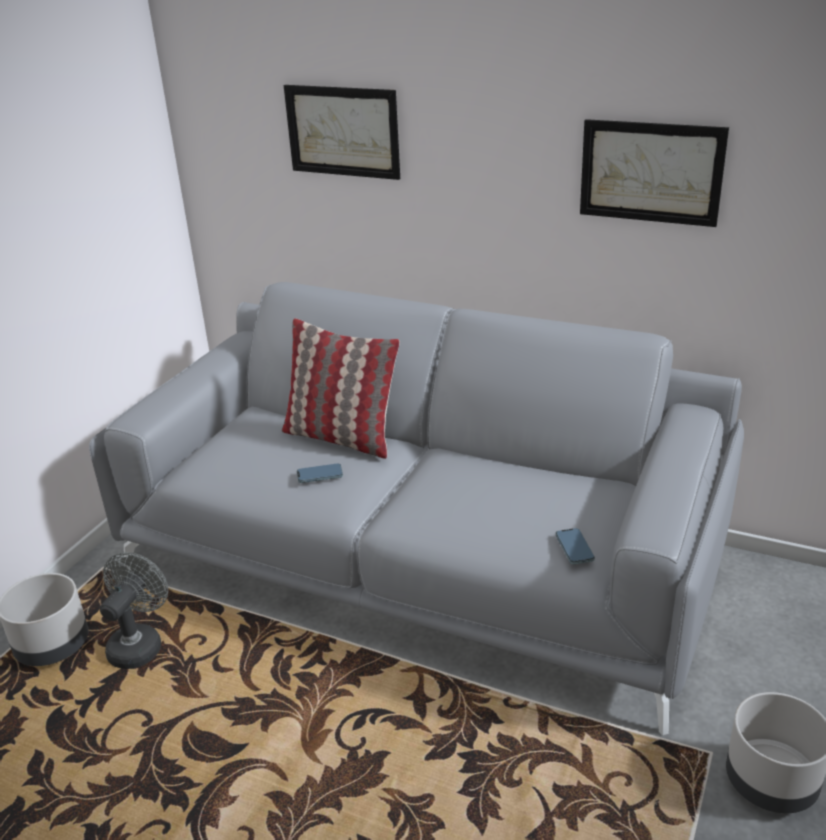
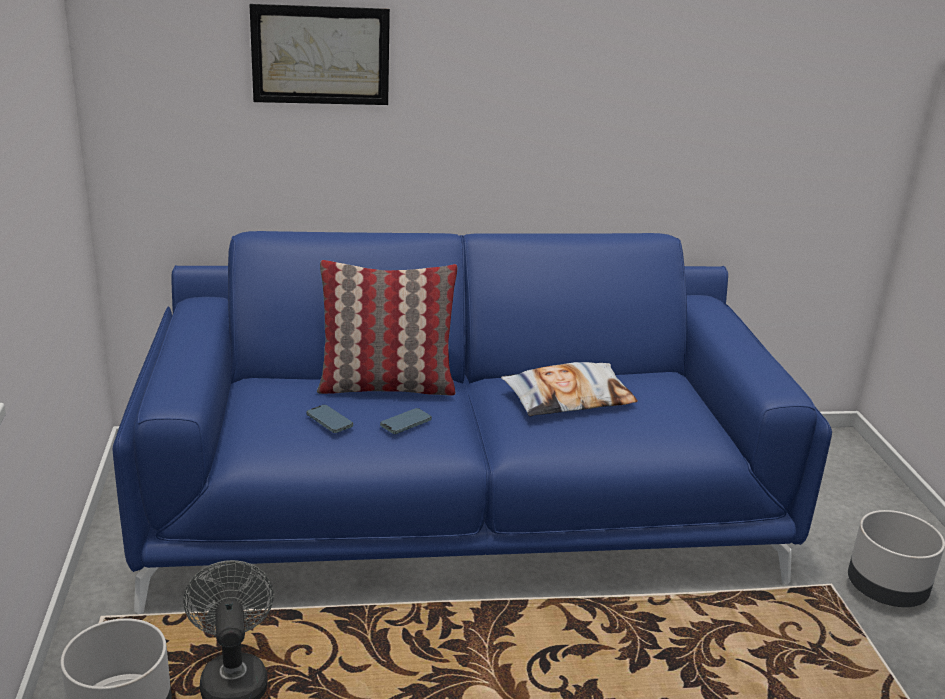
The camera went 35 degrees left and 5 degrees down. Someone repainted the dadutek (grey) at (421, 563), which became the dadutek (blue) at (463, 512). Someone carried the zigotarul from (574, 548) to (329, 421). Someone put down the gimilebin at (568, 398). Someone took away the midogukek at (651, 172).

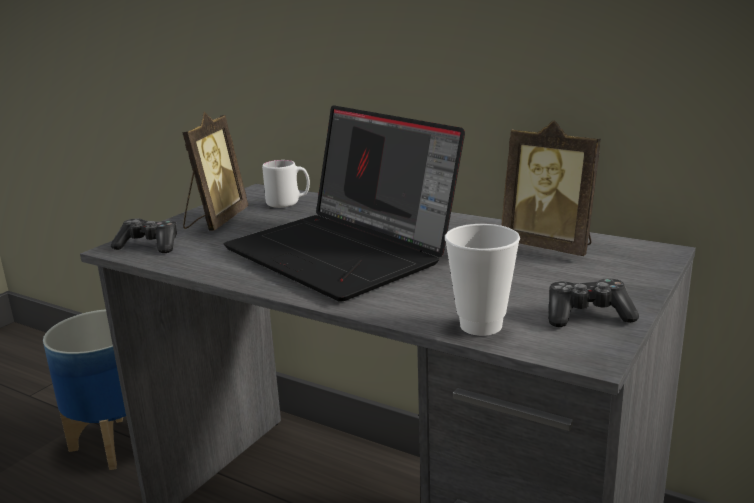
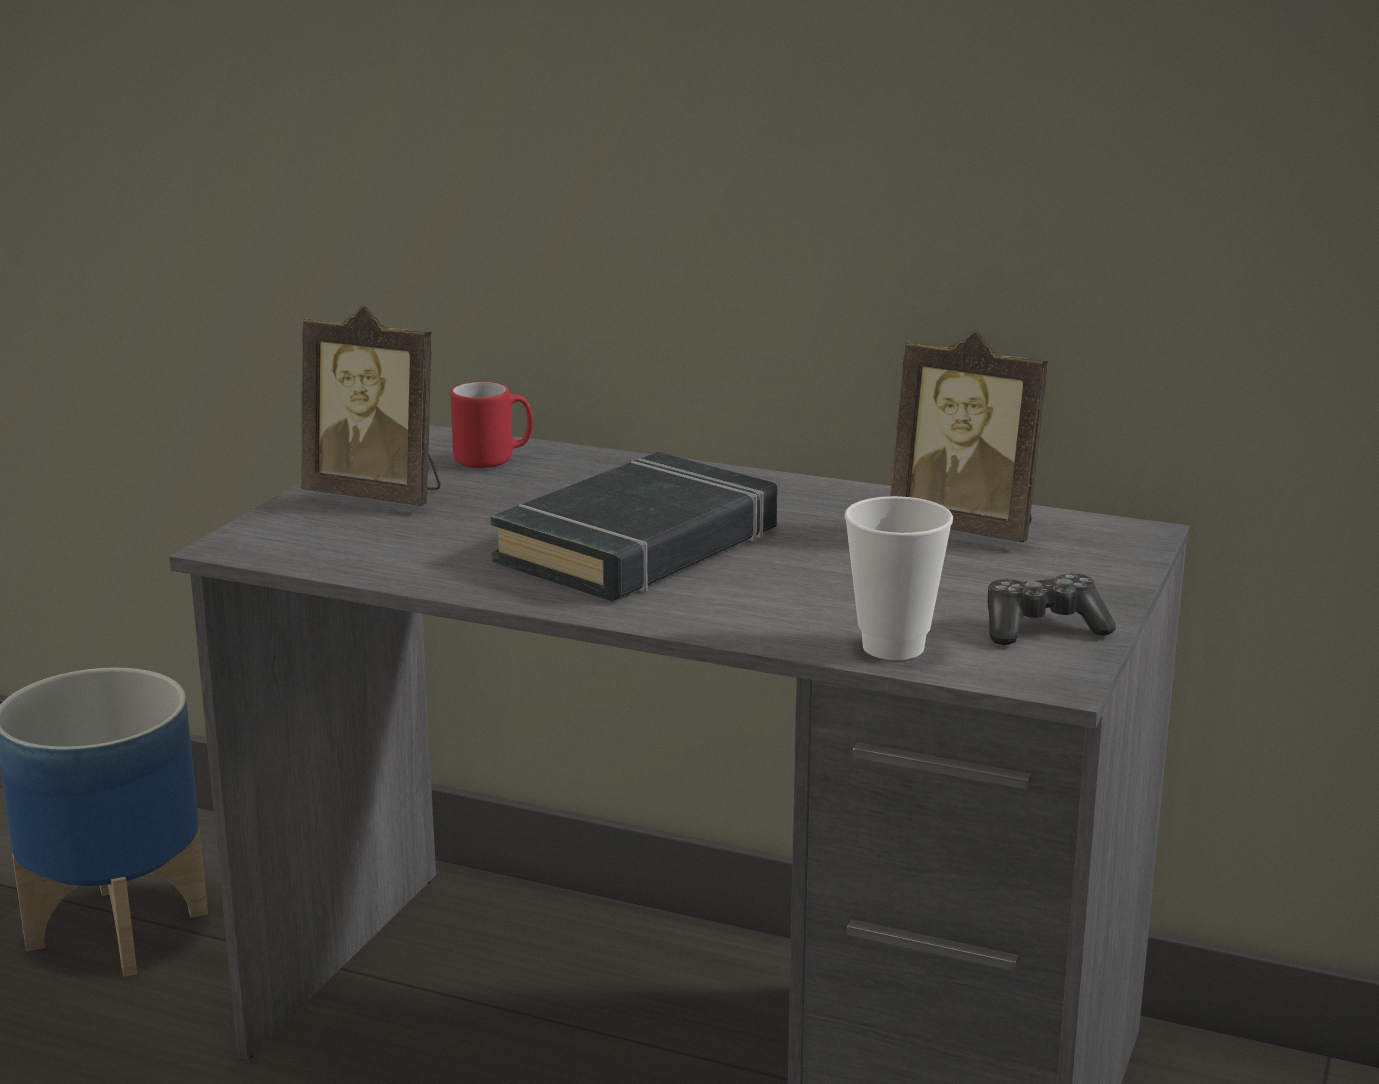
The camera went 10 degrees left and 0 degrees up. Someone rotated the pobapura at (215, 221) by 105 degrees clockwise. Someone repainted the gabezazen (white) at (288, 203), which became the gabezazen (red) at (494, 460). Someone swapped the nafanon at (345, 253) for the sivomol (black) at (639, 546). Someone took away the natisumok at (149, 245).

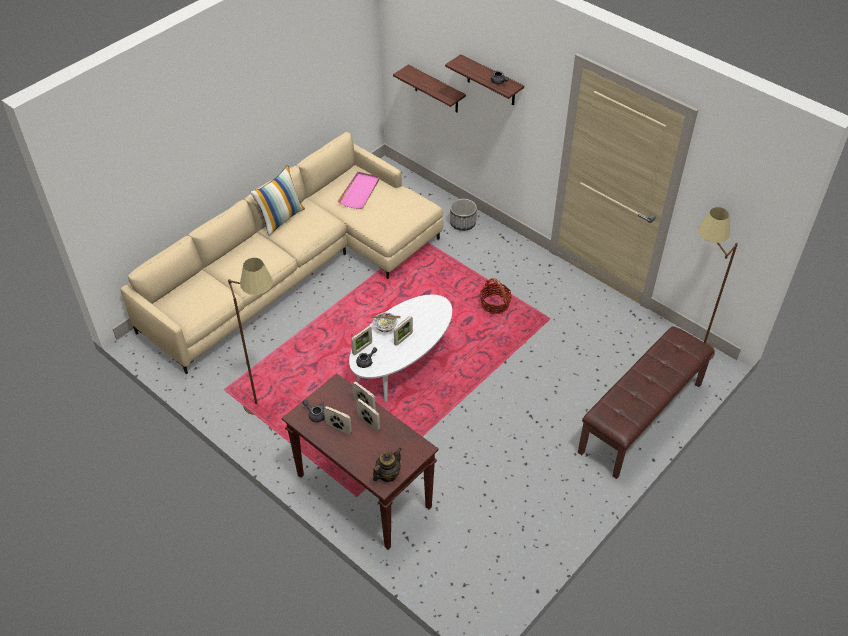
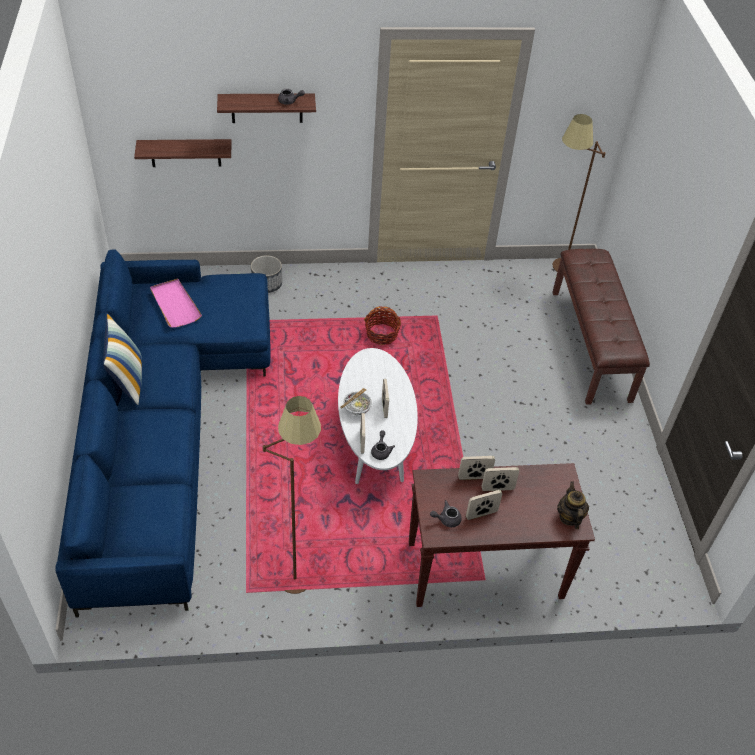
The camera went 50 degrees left and 0 degrees up. Someone repainted the dadutek (beige) at (296, 268), which became the dadutek (blue) at (164, 427).

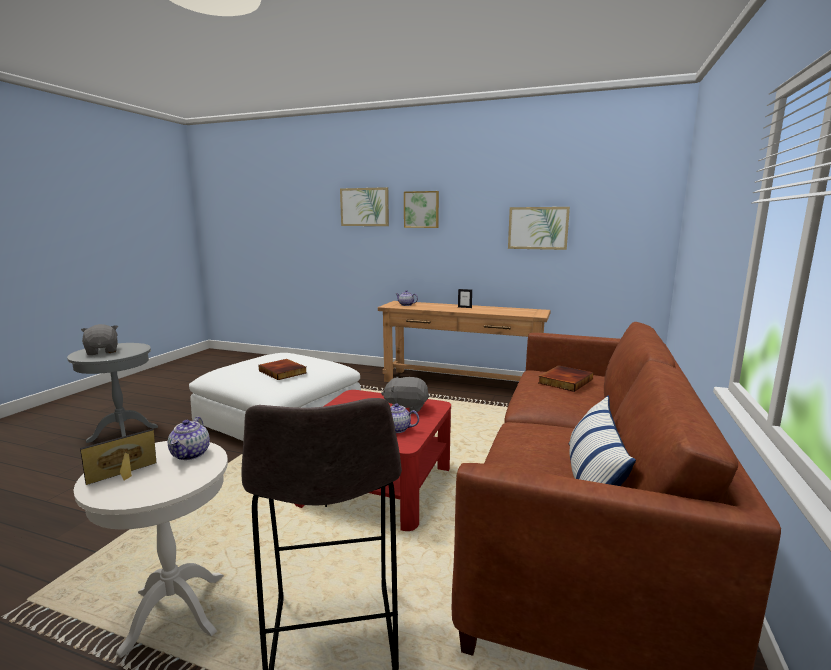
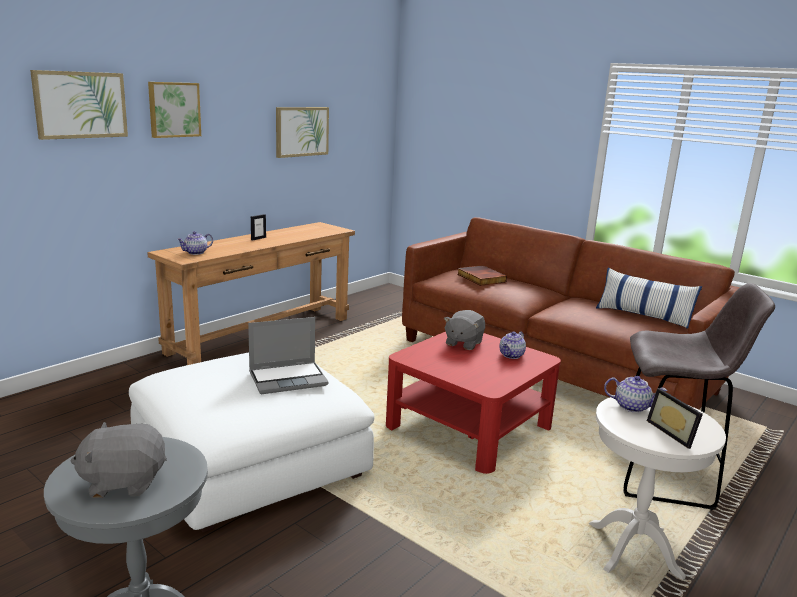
The camera went 70 degrees left and 5 degrees up. Someone swapped the sivomol at (283, 372) for the nafanon at (289, 378).

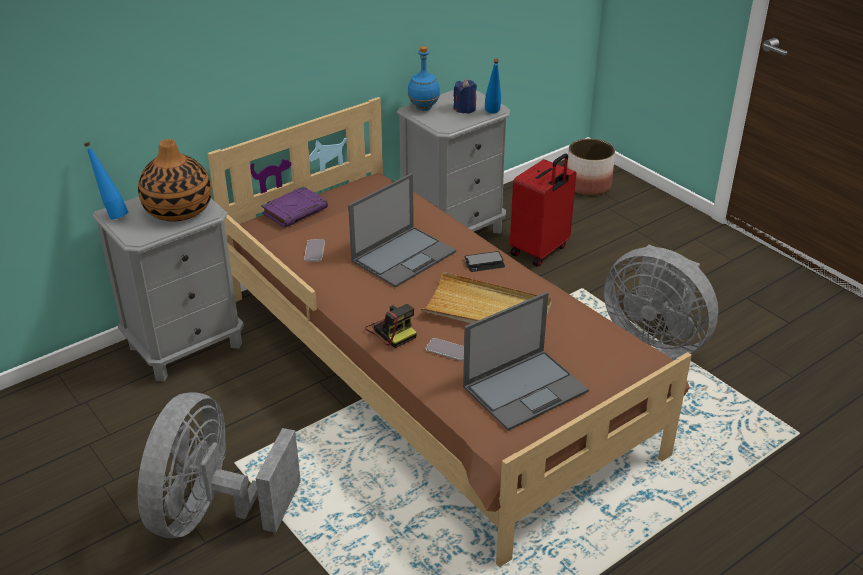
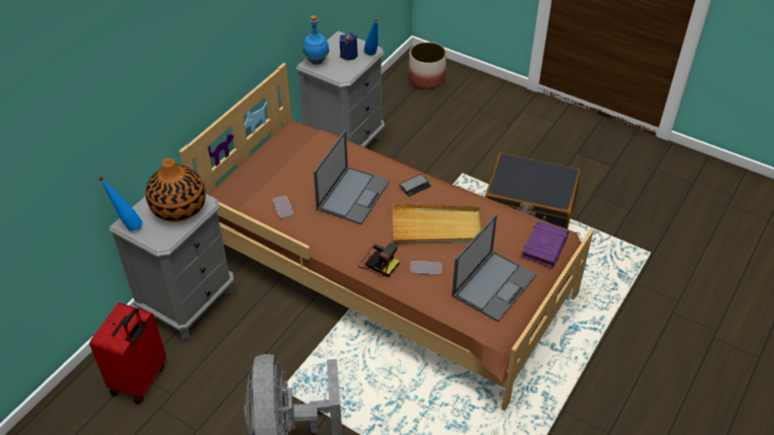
The camera went 20 degrees left and 10 degrees up. Someone carried the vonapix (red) from (540, 251) to (140, 379). Someone swapped the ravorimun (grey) at (655, 339) for the vonapix (black) at (530, 203). Someone carried the sivomol (purple) from (295, 211) to (544, 246).

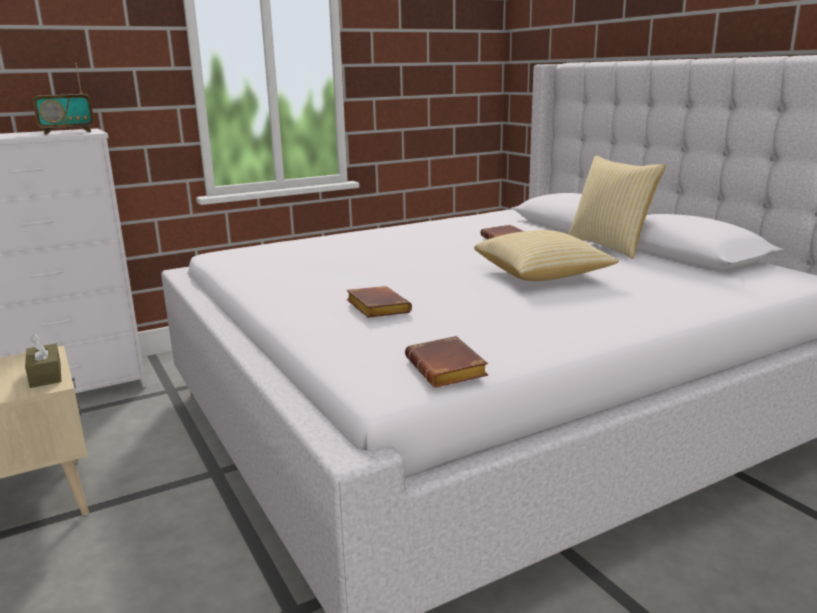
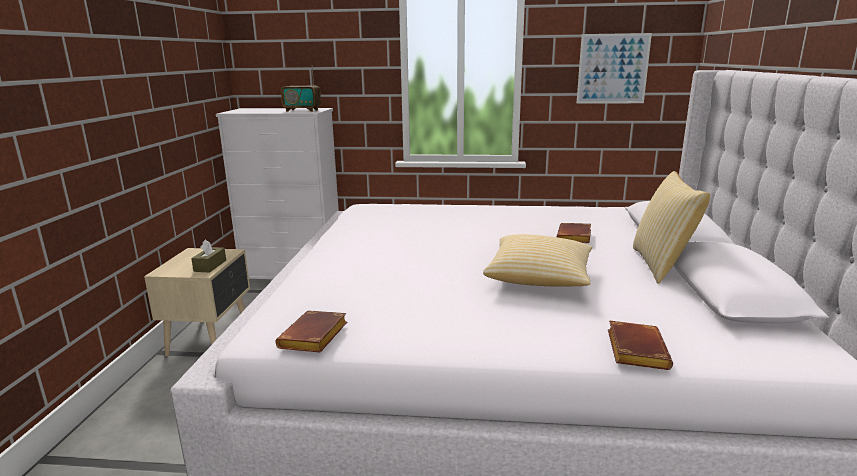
The camera went 35 degrees right and 0 degrees up. Someone put up the midogukek at (613, 69). Someone carried the sivomol (brown) from (375, 308) to (634, 350).

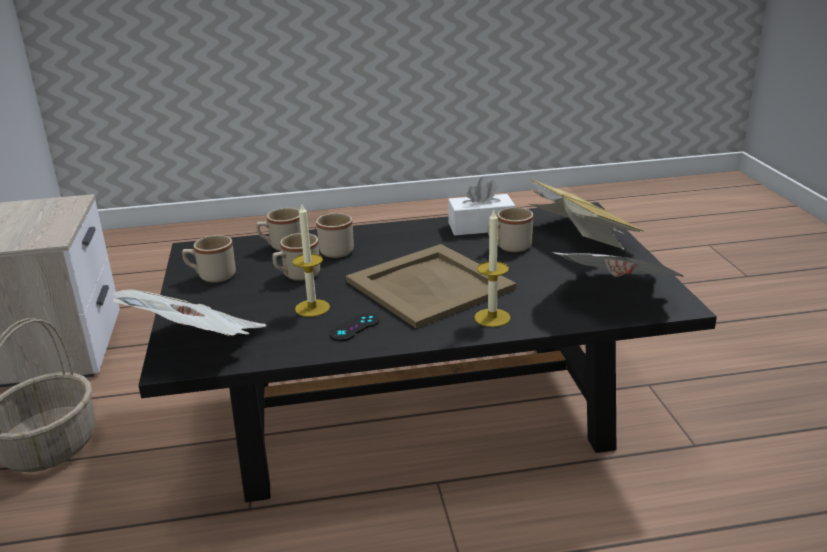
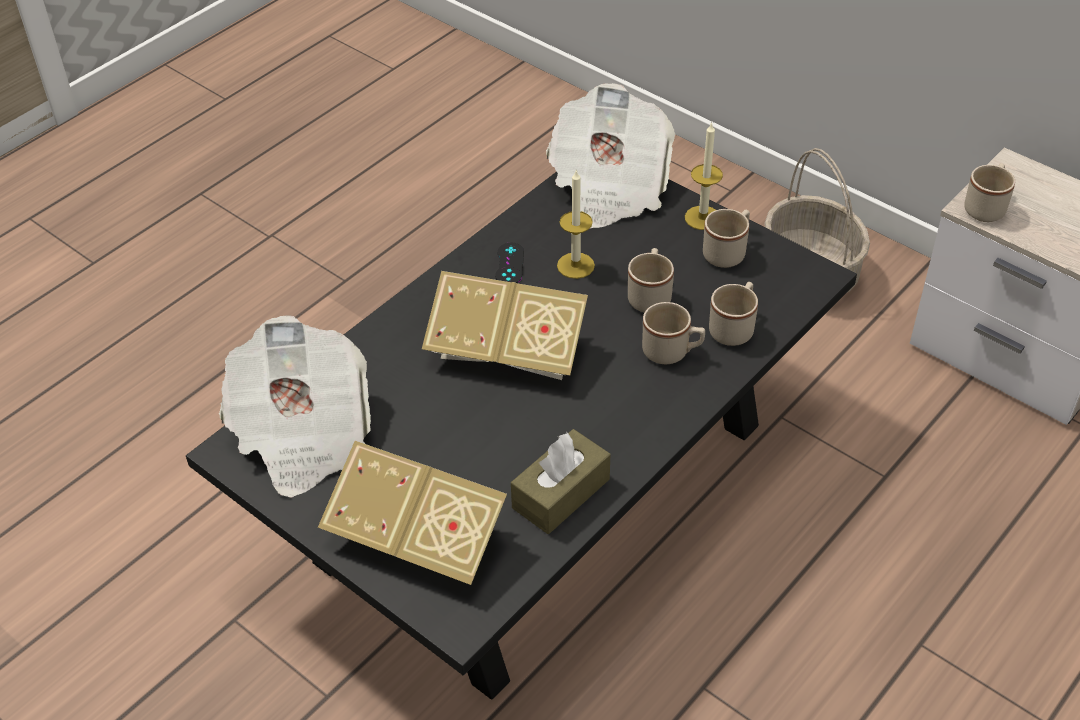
The camera went 140 degrees right and 20 degrees up. Someone swapped the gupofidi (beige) at (428, 285) for the sivomol at (507, 350). Someone repainted the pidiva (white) at (481, 226), which became the pidiva (brown) at (561, 493). Someone carried the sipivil from (492, 318) to (702, 218). Someone carried the gabezazen (beige) from (509, 247) to (986, 207).

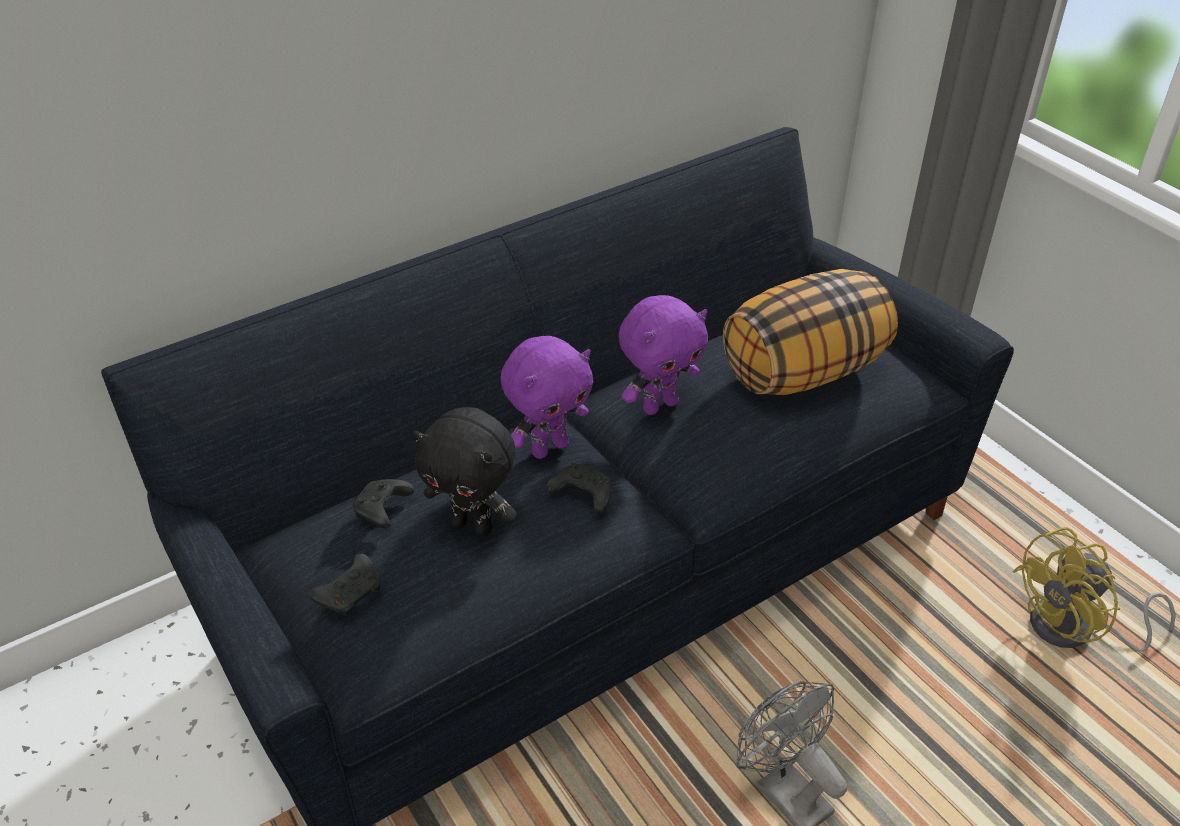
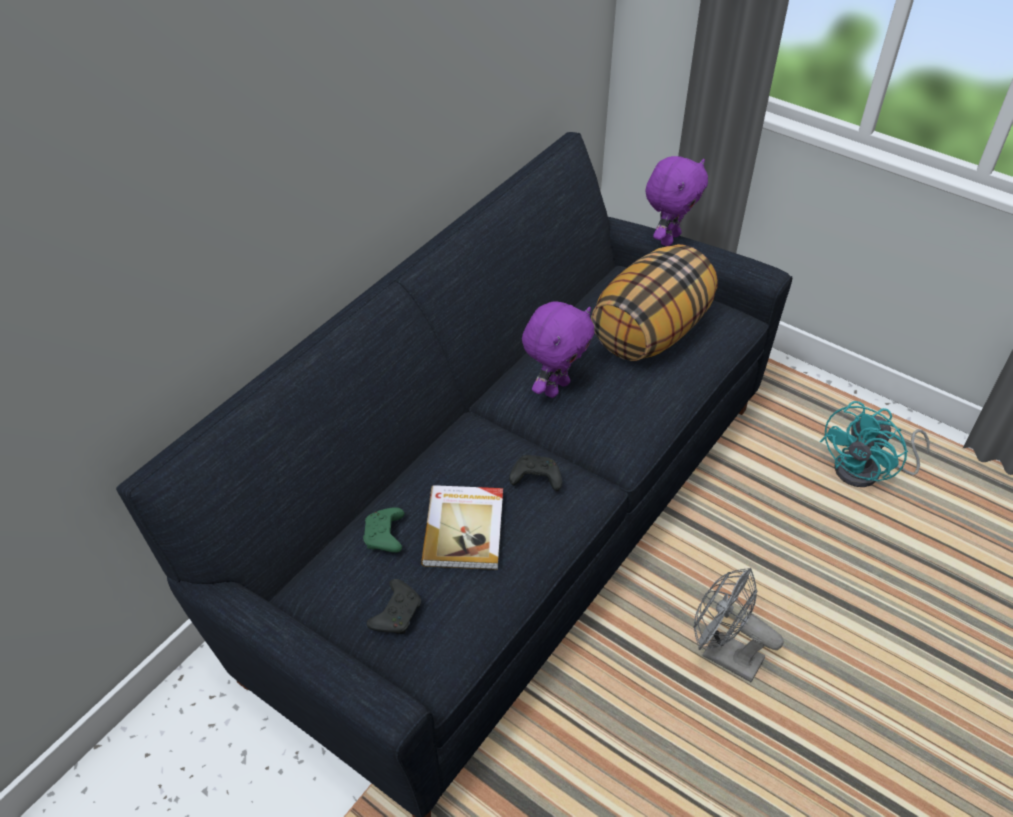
The camera went 20 degrees left and 5 degrees up. Someone repainted the natisumok (black) at (382, 510), which became the natisumok (green) at (385, 537). Someone swapped the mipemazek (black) at (473, 526) for the sivomol at (465, 529). Someone carried the mipemazek (purple) from (549, 447) to (668, 238). Someone repainted the ravorimun (yellow) at (1074, 630), which became the ravorimun (turquoise) at (867, 472).

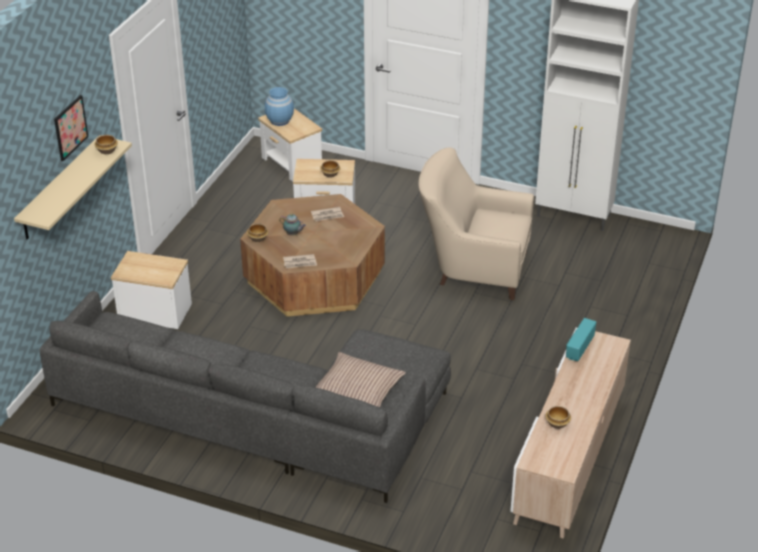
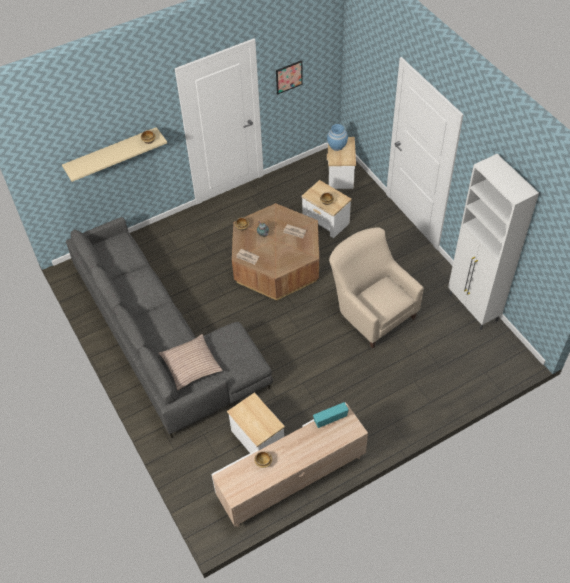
The camera went 40 degrees right and 15 degrees up. Someone carried the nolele from (155, 312) to (258, 438). Someone carried the midogukek from (70, 127) to (289, 77).

